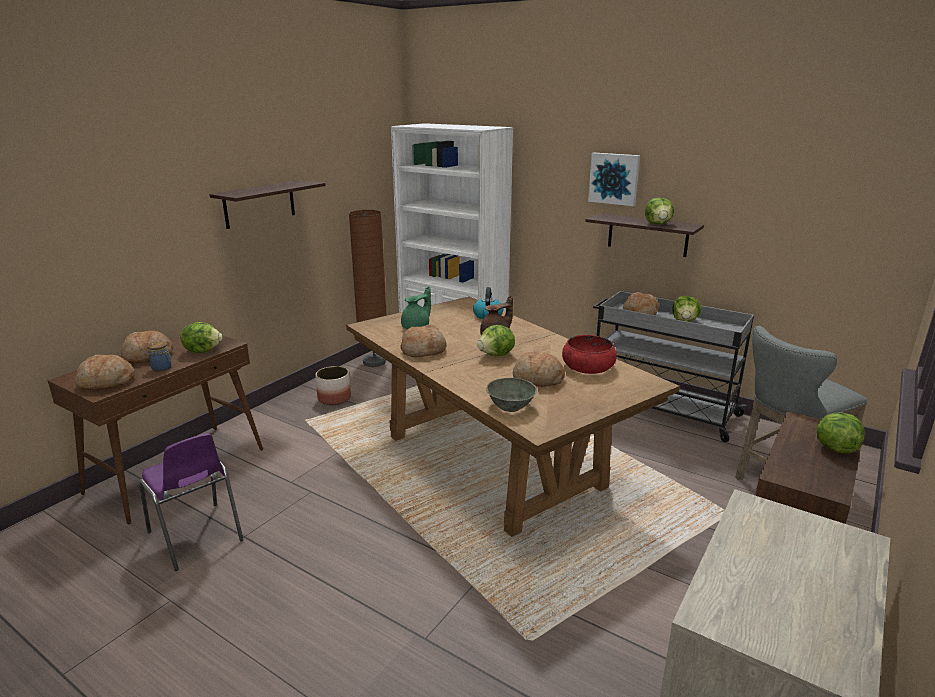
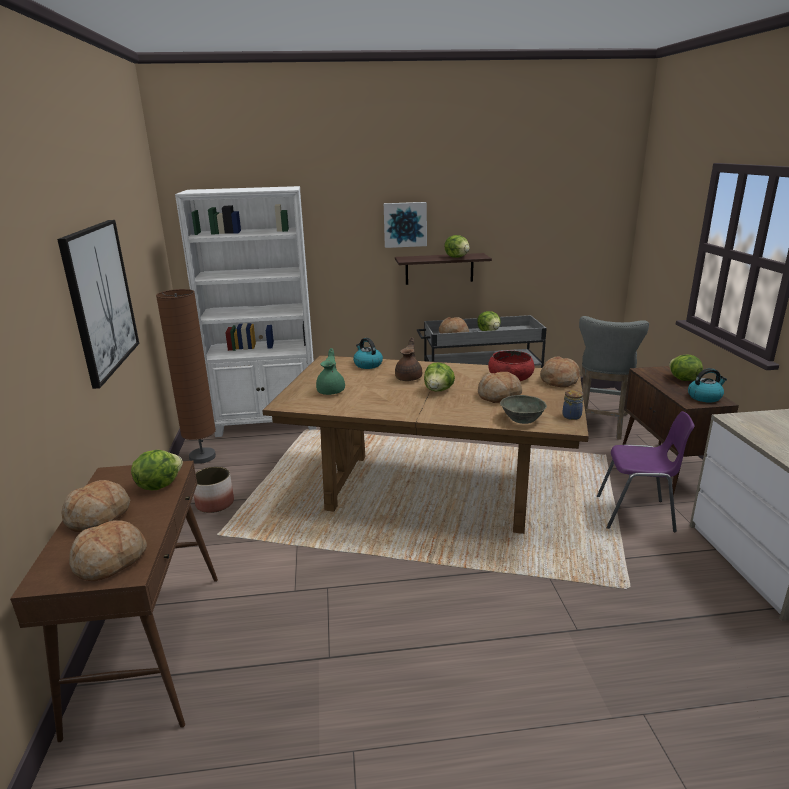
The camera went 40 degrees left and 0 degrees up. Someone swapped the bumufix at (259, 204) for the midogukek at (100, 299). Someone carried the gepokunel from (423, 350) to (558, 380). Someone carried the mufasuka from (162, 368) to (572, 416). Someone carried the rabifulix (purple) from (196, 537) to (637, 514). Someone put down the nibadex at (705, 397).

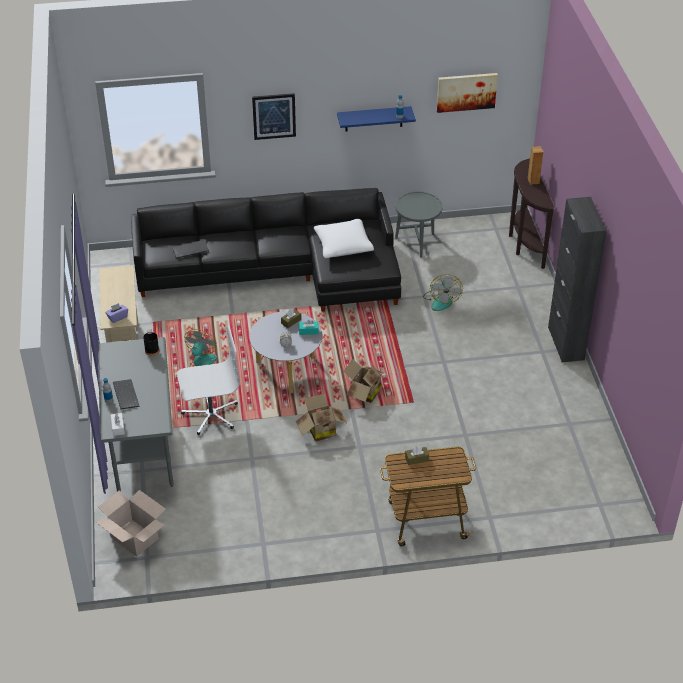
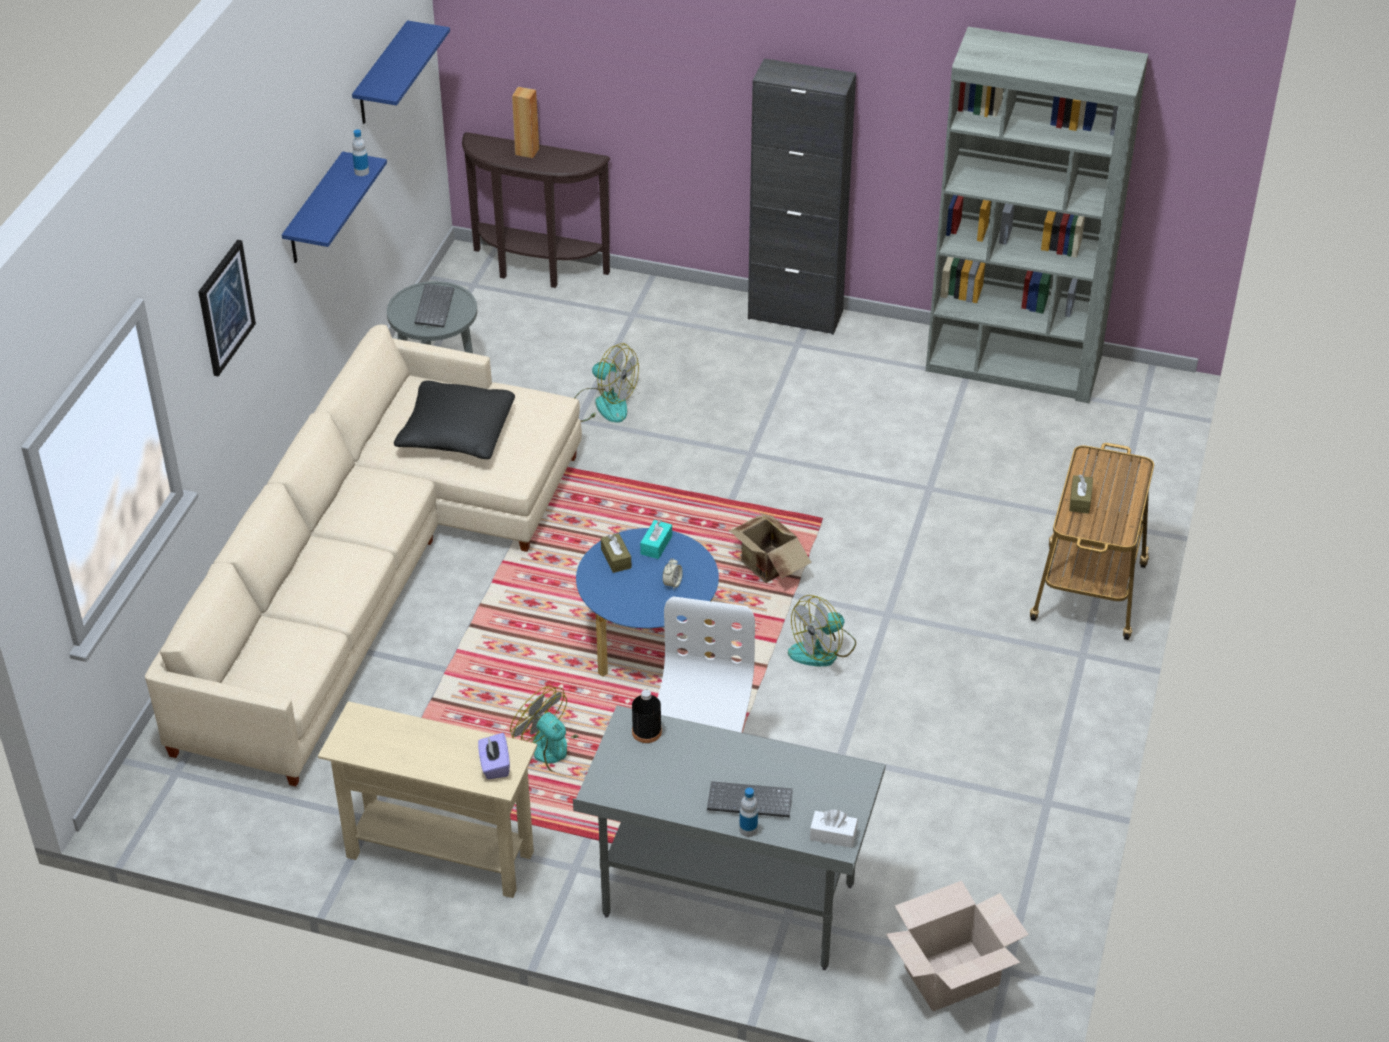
The camera went 65 degrees left and 0 degrees up. Someone repainted the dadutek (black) at (279, 270), which became the dadutek (beige) at (372, 570). Someone swapped the midogukek at (466, 92) for the bumufix (blue) at (382, 75). Someone repainted the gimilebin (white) at (343, 246), which became the gimilebin (black) at (456, 433). Someone carried the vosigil from (190, 249) to (433, 306). Someone repainted the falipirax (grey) at (287, 370), which became the falipirax (blue) at (648, 643). Someone swapped the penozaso at (320, 430) for the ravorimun at (823, 649). Someone put down the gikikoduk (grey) at (1014, 366).

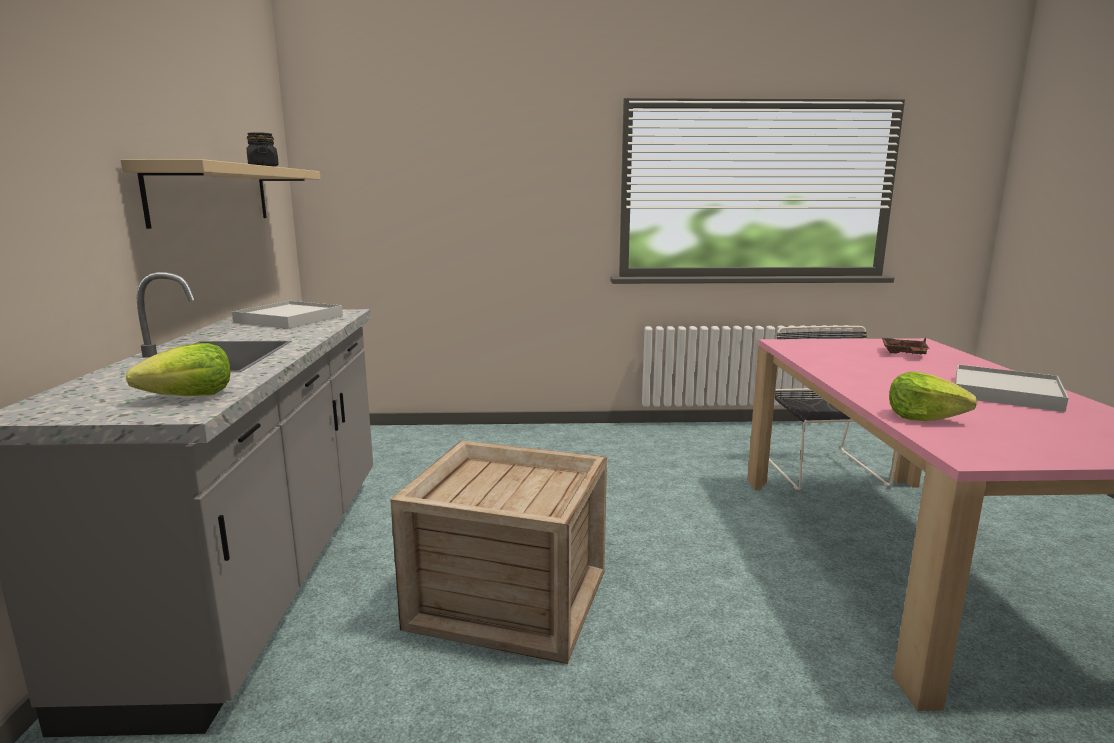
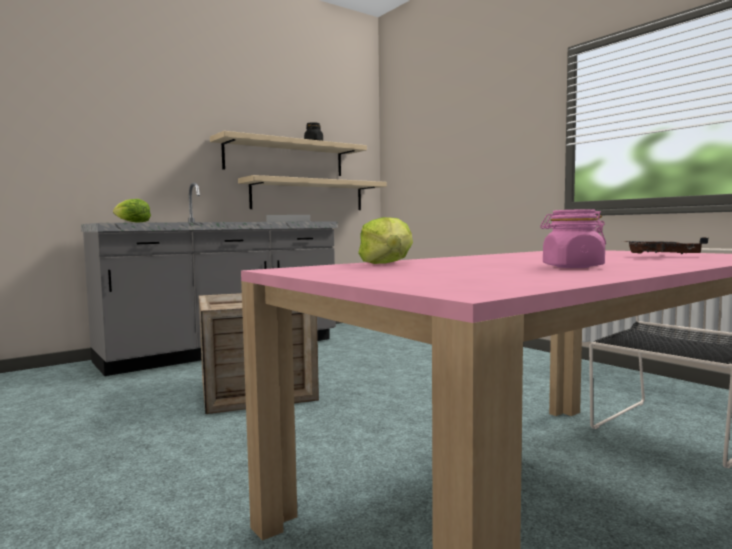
The camera went 55 degrees right and 10 degrees down. Someone put up the bumufix (beige) at (308, 195). Someone swapped the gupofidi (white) at (1005, 392) for the mufasuka (pink) at (572, 267).

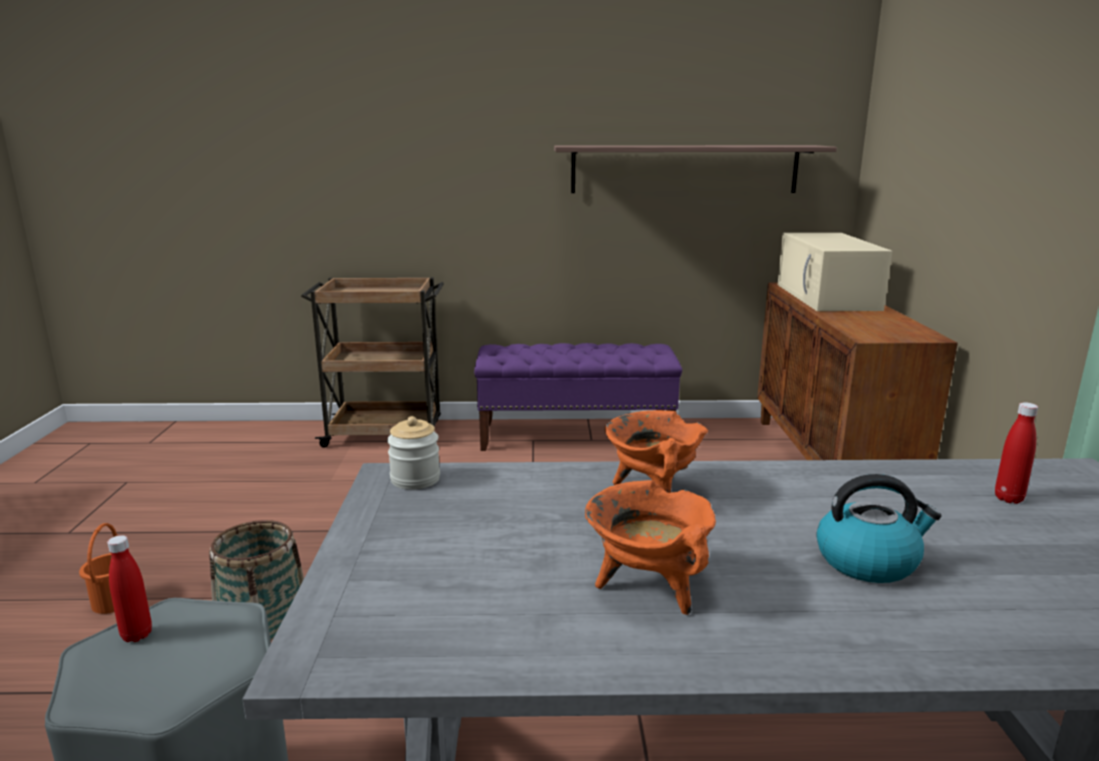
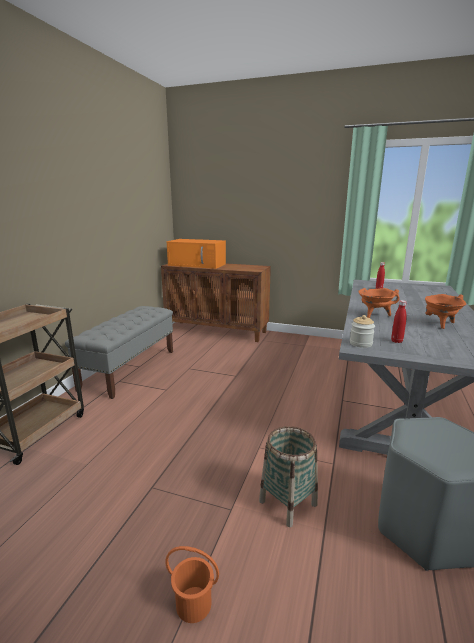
The camera went 70 degrees left and 0 degrees up. Someone repainted the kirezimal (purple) at (576, 436), which became the kirezimal (grey) at (130, 369). Someone repainted the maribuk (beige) at (828, 297), which became the maribuk (orange) at (198, 264). Someone carried the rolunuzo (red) from (137, 635) to (396, 341). Someone took away the bumufix at (684, 169). Someone took away the nibadex at (868, 561).

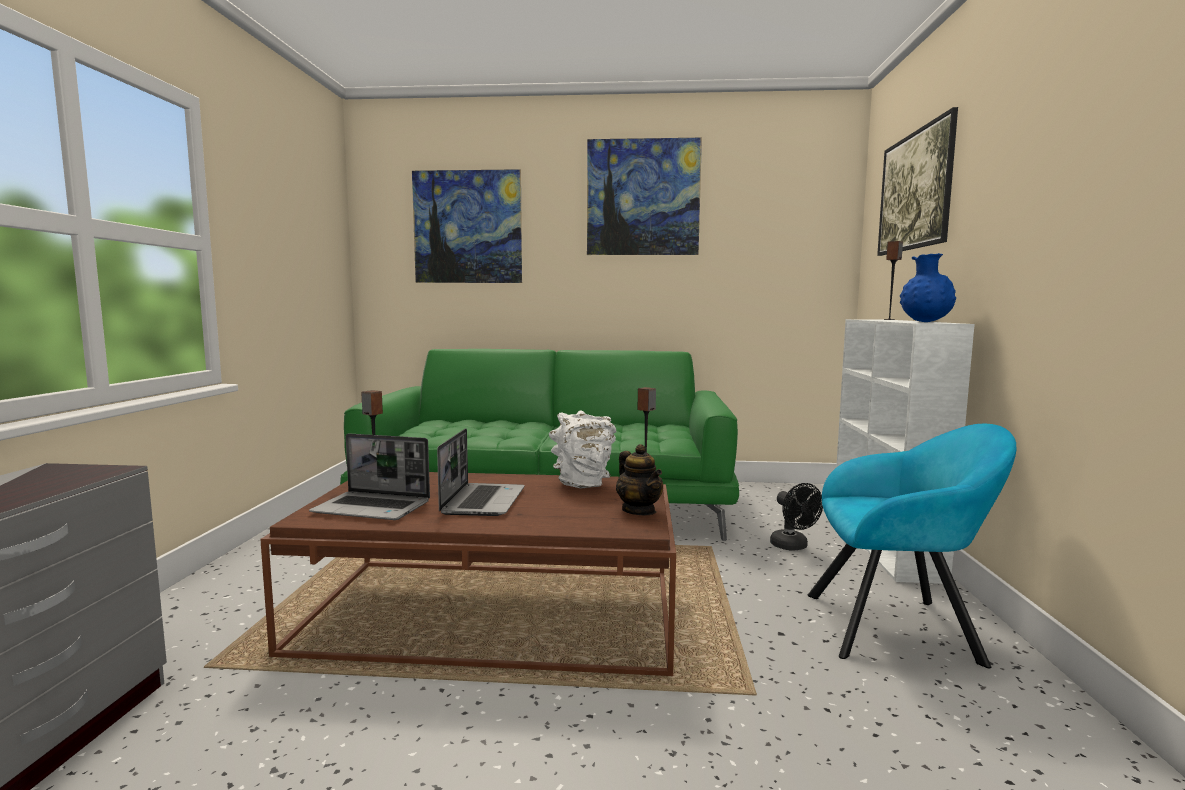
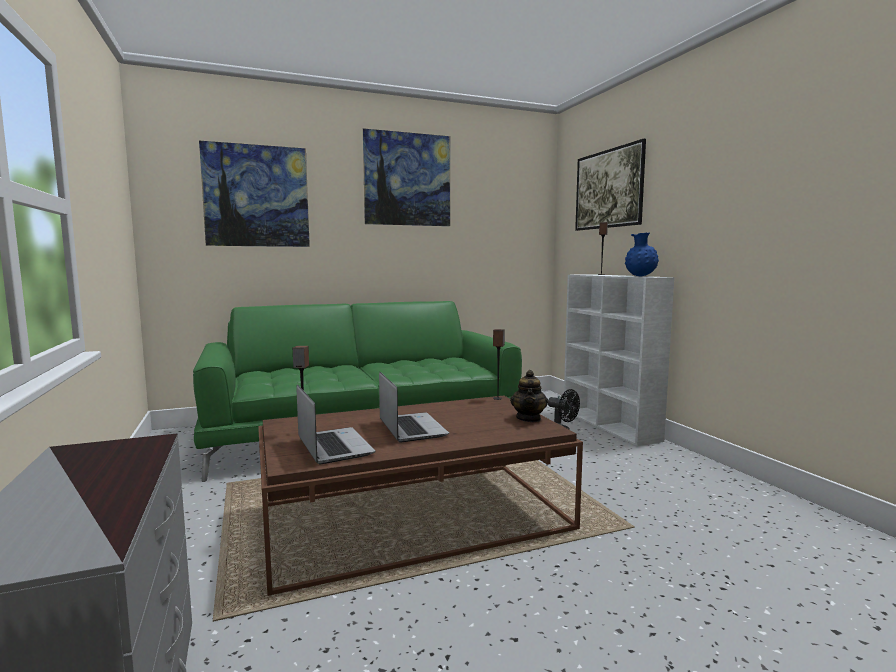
The camera went 25 degrees left and 0 degrees up. Someone rotated the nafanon at (373, 508) by 105 degrees counterclockwise. Someone rotated the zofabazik at (639, 510) by 60 degrees clockwise. Someone took away the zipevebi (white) at (583, 483). Someone took away the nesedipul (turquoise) at (900, 628).

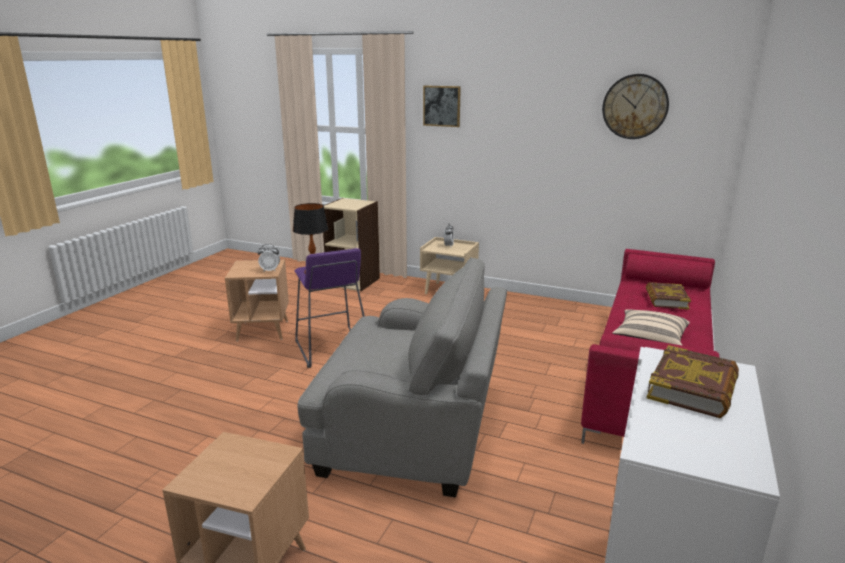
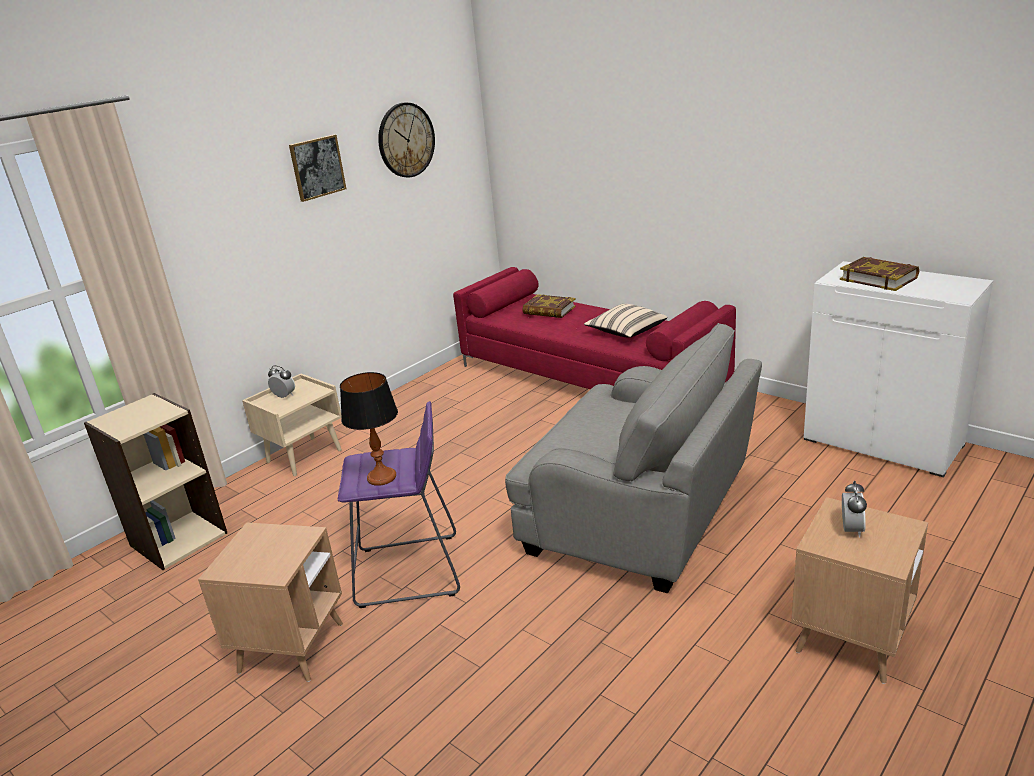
The camera went 70 degrees left and 5 degrees up. Someone carried the midogukek from (441, 106) to (317, 167). Someone rotated the nesedipul (grey) at (413, 431) by 90 degrees clockwise. Someone carried the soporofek from (270, 270) to (851, 530).

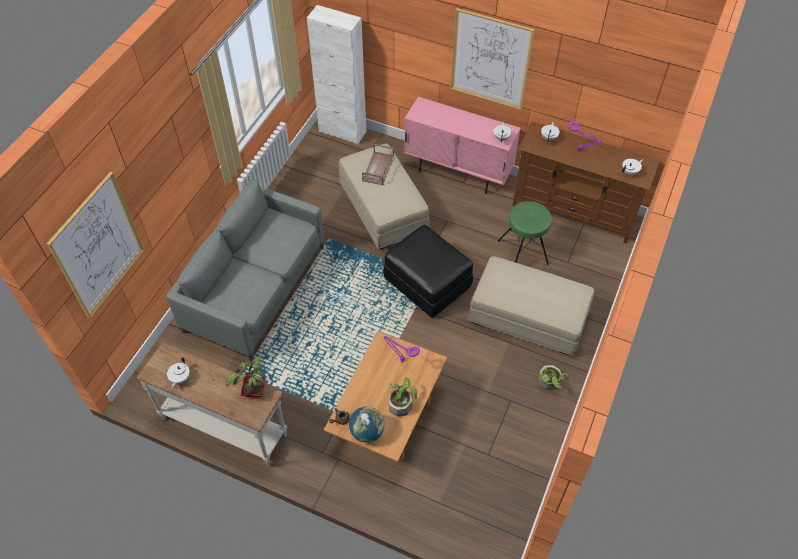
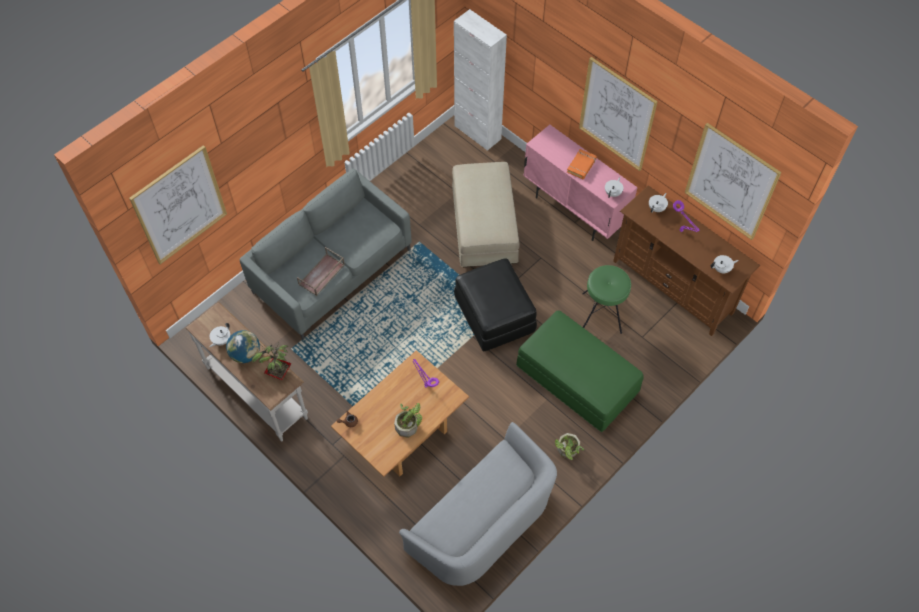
The camera went 20 degrees right and 5 degrees up. Someone carried the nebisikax from (367, 432) to (245, 354). Someone carried the gupofidi (brown) from (378, 168) to (321, 275). Someone put down the dadutek (grey) at (483, 522). Someone repainted the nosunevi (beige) at (528, 317), which became the nosunevi (green) at (576, 380). Someone put down the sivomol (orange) at (581, 166). Someone put up the midogukek at (731, 182).

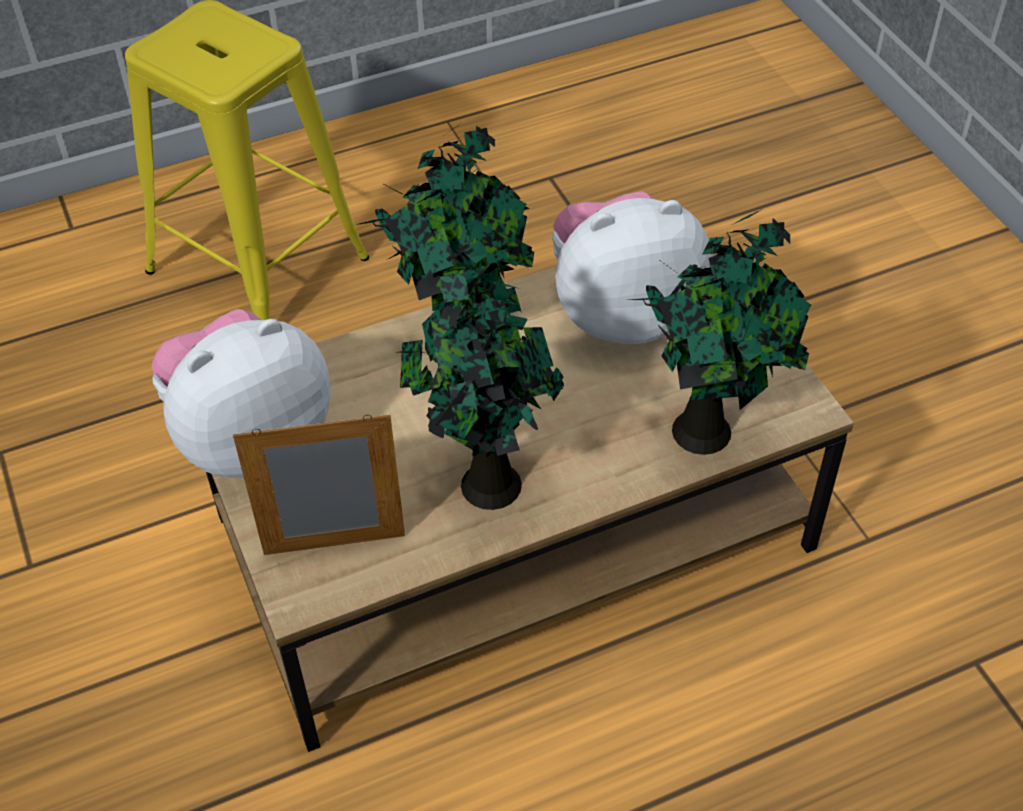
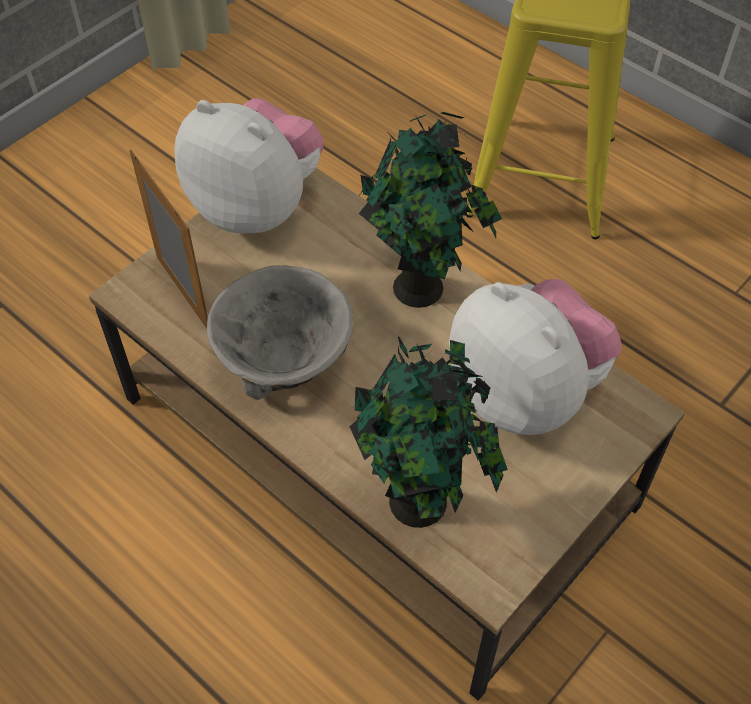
The camera went 65 degrees right and 5 degrees up. Someone swapped the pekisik at (486, 482) for the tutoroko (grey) at (285, 364).

